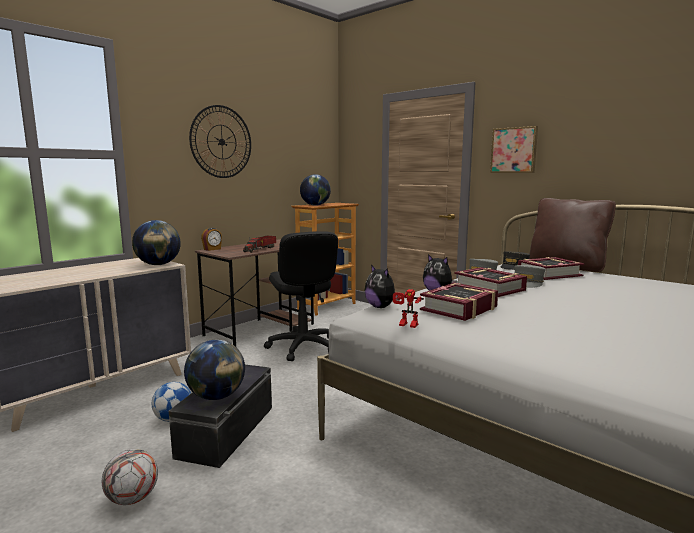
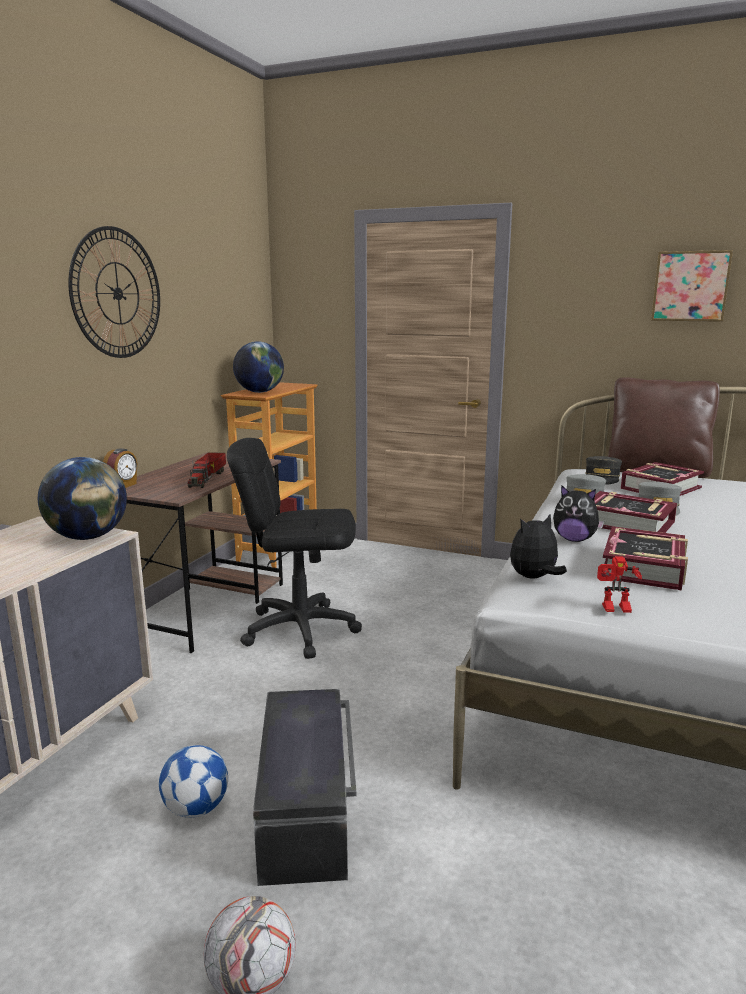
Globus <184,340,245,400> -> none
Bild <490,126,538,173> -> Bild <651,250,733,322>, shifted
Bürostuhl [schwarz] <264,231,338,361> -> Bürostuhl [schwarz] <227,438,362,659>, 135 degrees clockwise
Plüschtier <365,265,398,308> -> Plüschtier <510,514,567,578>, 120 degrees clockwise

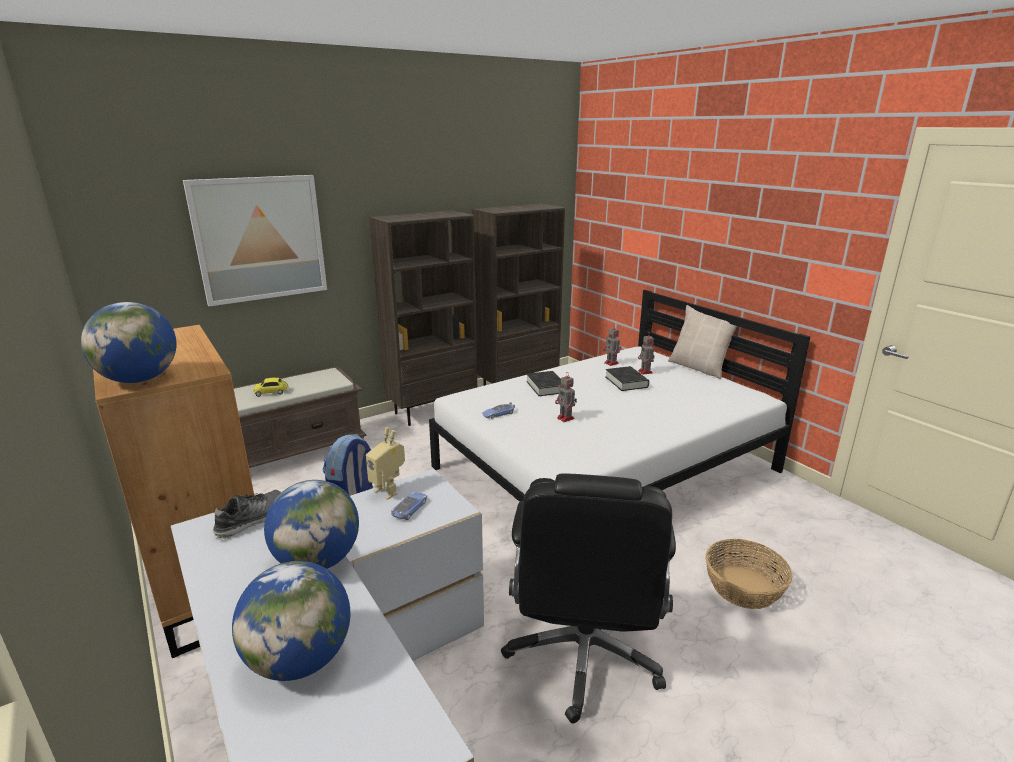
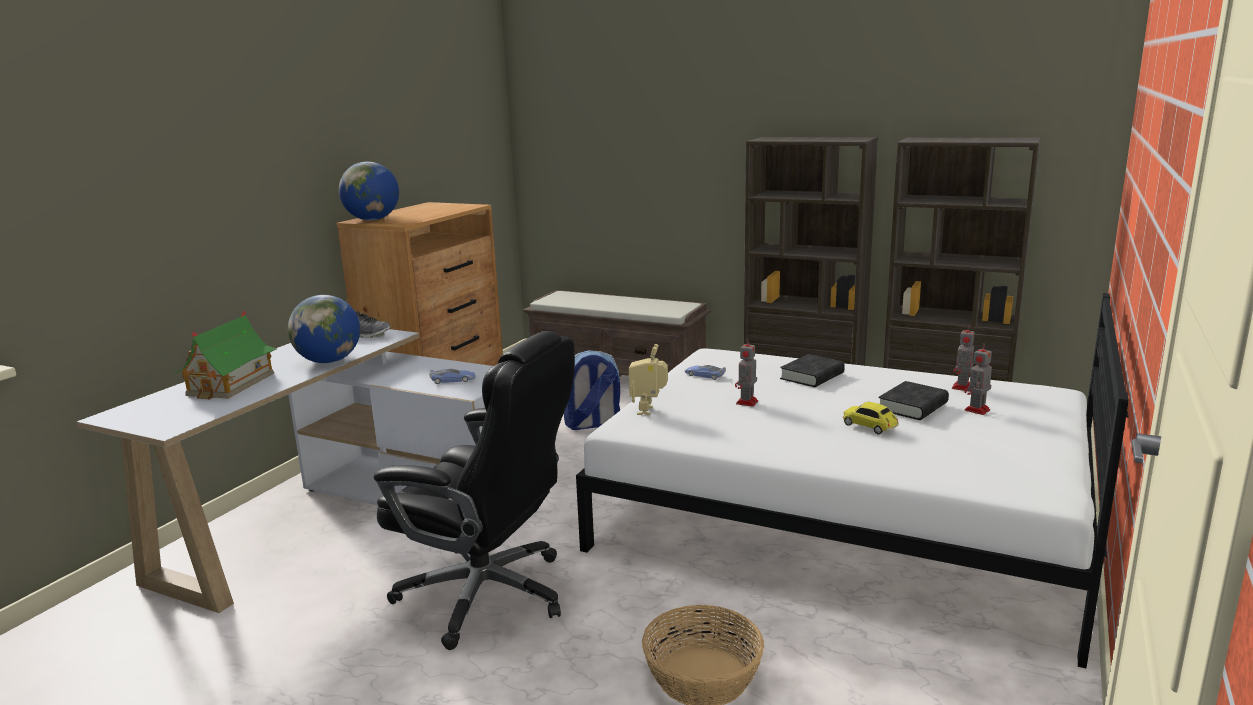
Bild <183,175,327,306> -> none
Kissen [beige] <668,305,737,379> -> none
Spielzeugauto <253,378,289,397> -> Spielzeugauto <843,402,899,434>, shifted
Spielzeugroboter <366,427,405,500> -> Spielzeugroboter <629,344,668,415>, shifted
Globus <232,561,350,681> -> Spielzeughaus <173,310,276,399>
Bürostuhl [schwarz] <501,473,676,723> -> Bürostuhl [schwarz] <374,331,575,650>, 135 degrees counterclockwise

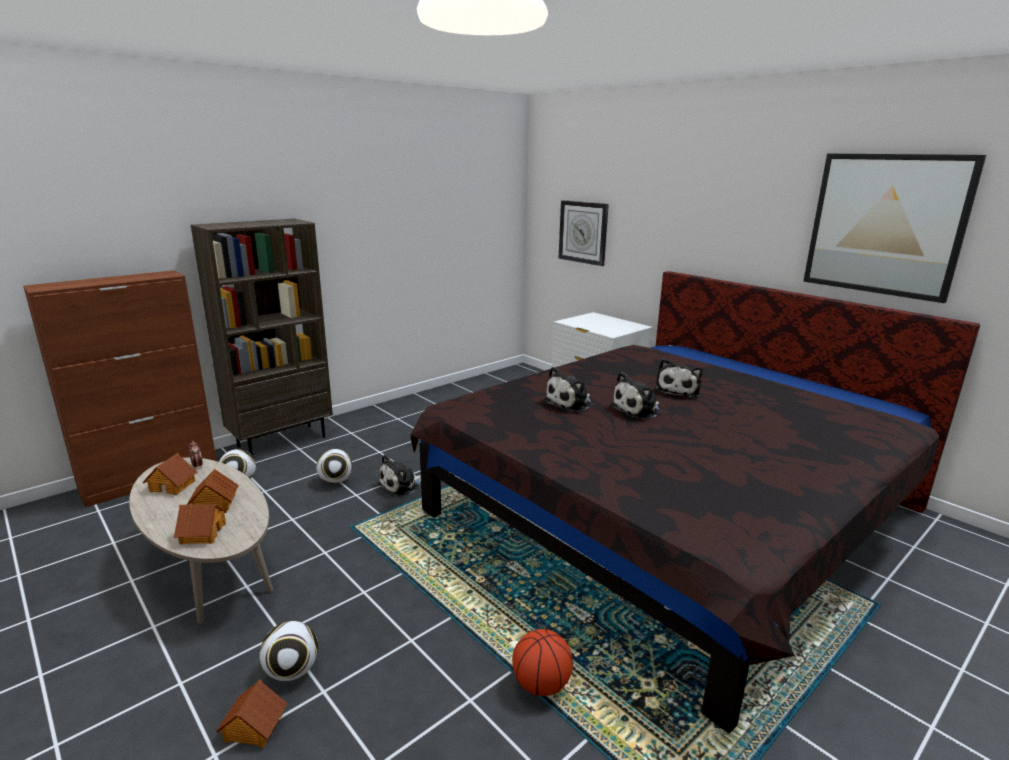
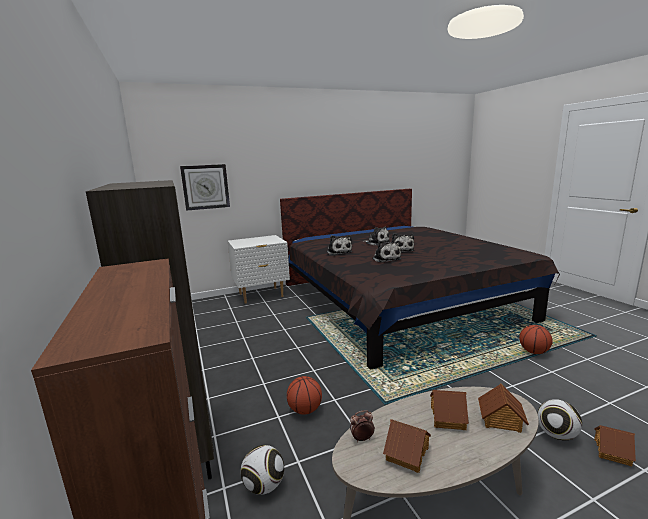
Bild <803,154,986,303> -> none
Plüschtier <377,455,421,496> -> Plüschtier <326,235,353,255>, shifted
Fußball <316,449,352,484> -> Basketball <287,376,322,415>

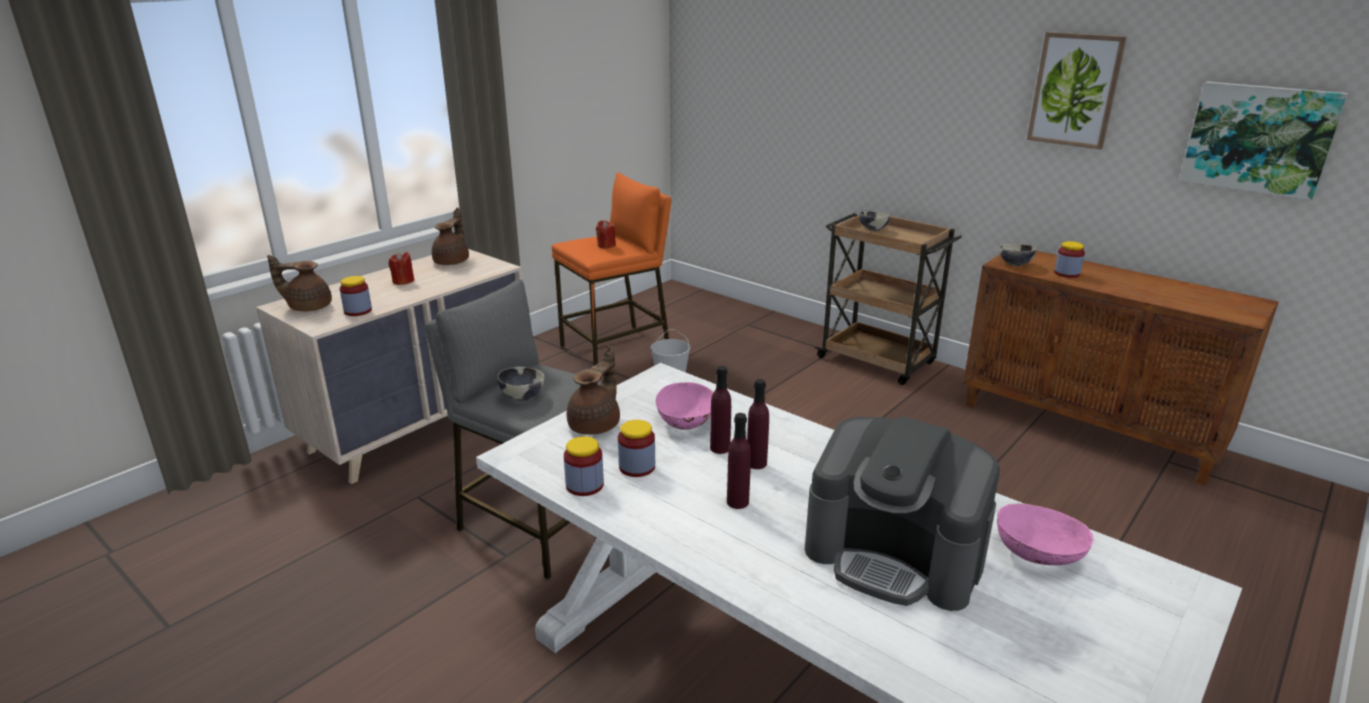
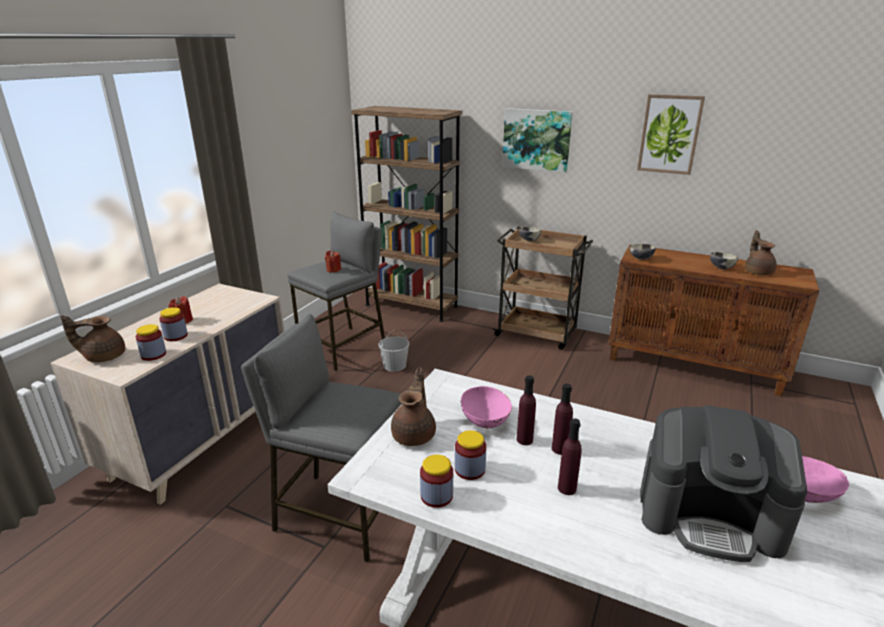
none -> Bücherregal [braun] <351,106,462,322>
Teekanne [braun] <432,208,469,265> -> Teekanne [braun] <745,230,777,275>, shifted
Schüssel <497,367,544,401> -> Schüssel <710,252,738,269>, shifted
Vorratsglas <1054,241,1085,278> -> Vorratsglas <159,307,188,341>, shifted
Bild <1179,81,1348,200> -> Bild <502,108,573,173>, shifted
Hocker [orange] <552,172,672,366> -> Hocker [grau] <288,211,385,371>

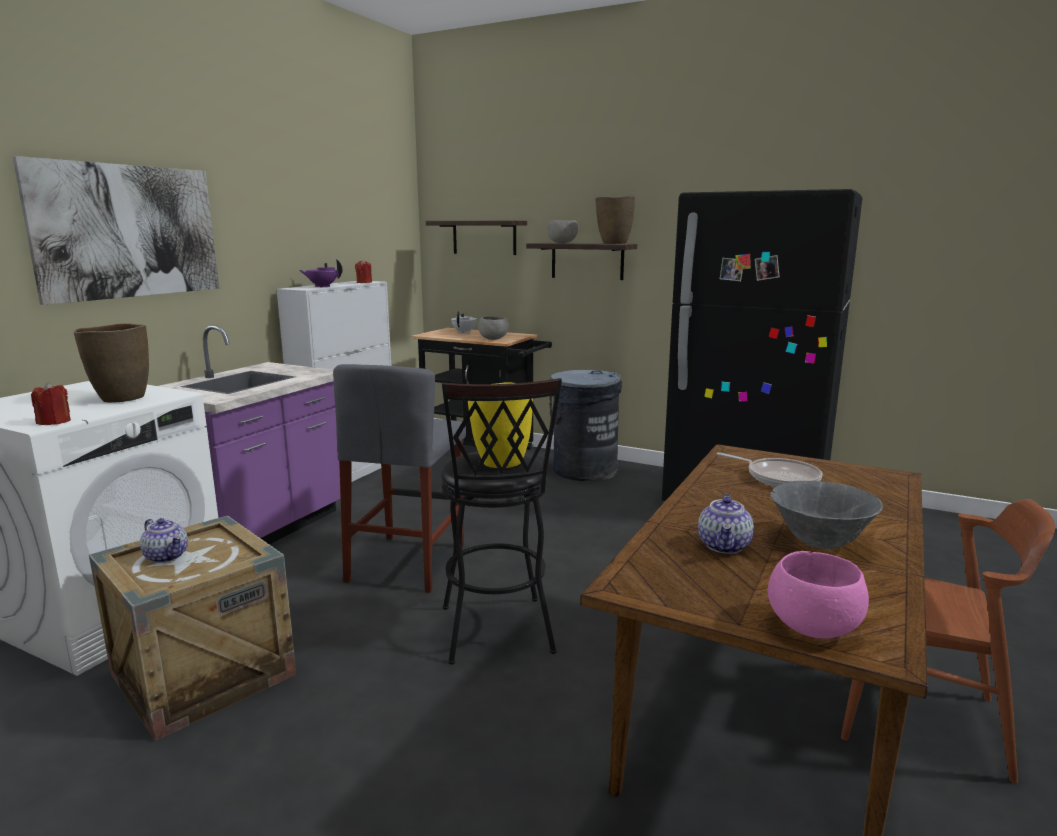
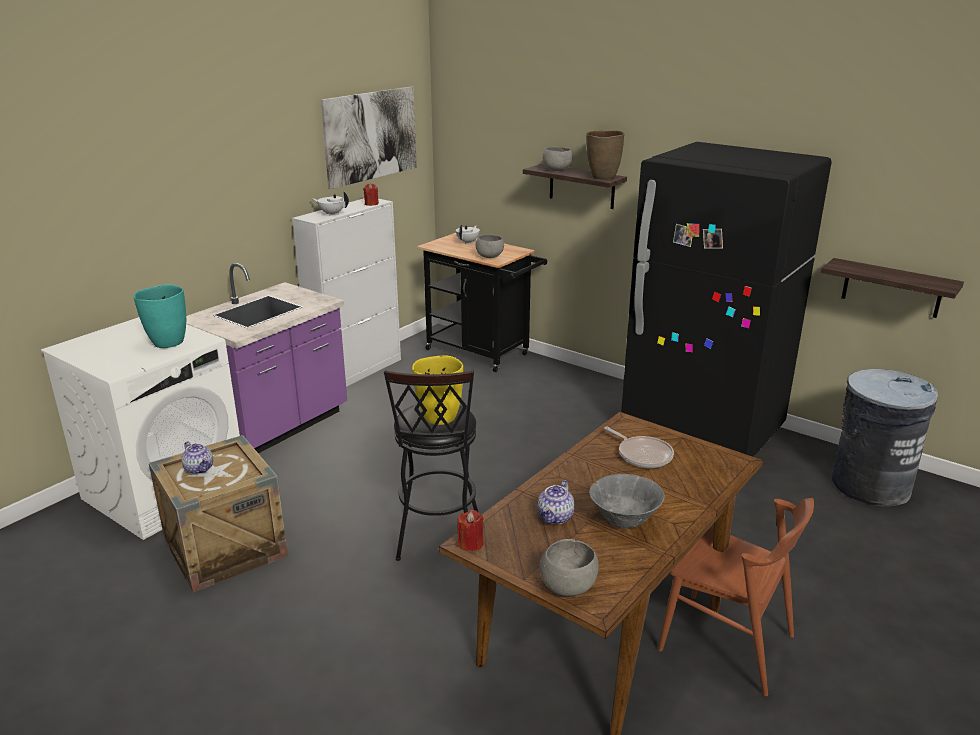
Hocker [grau] <333,364,466,593> -> none
Bild <12,156,219,305> -> Bild <321,86,417,189>, shifted
Kerze [rot] <31,382,71,425> -> Kerze [rot] <457,510,484,551>, shifted
Wandregal <426,221,527,255> -> Wandregal <821,258,964,318>, shifted
Mülleimer [grau] <549,370,622,481> -> Mülleimer [grau] <832,369,938,506>, shifted
Vase [braun] <74,323,149,403> -> Vase [türkis] <134,284,186,348>
Teekanne [lila] <299,259,343,287> -> Teekanne [weiß] <312,191,349,216>
Schüssel [rosa] <768,551,869,639> -> Schüssel [grau] <539,539,599,596>

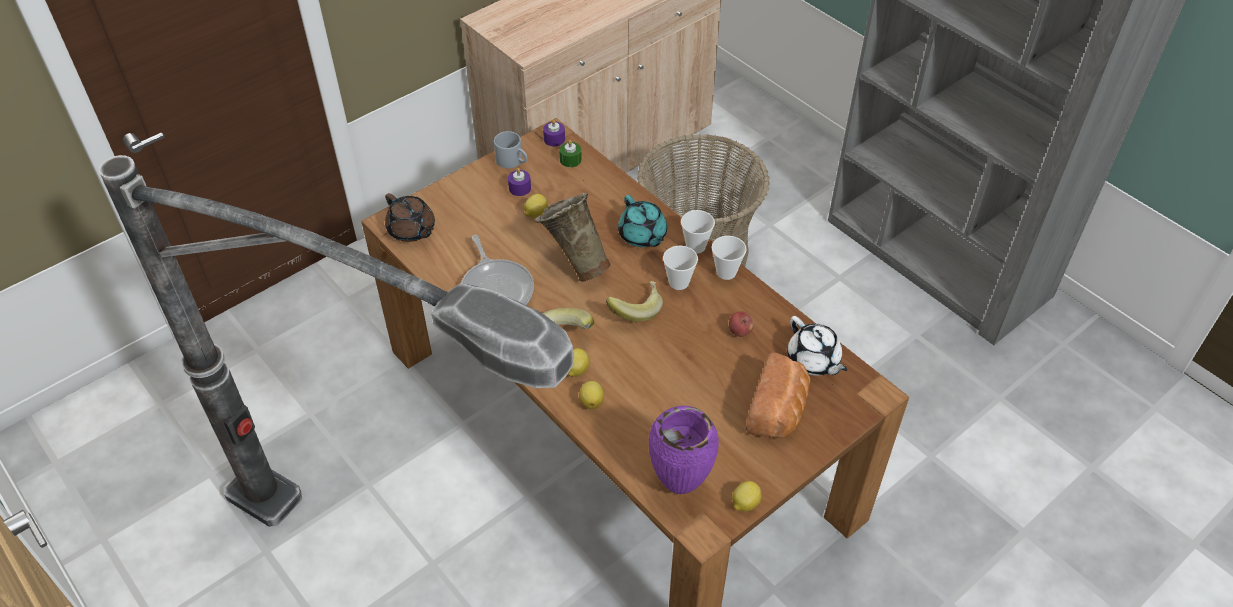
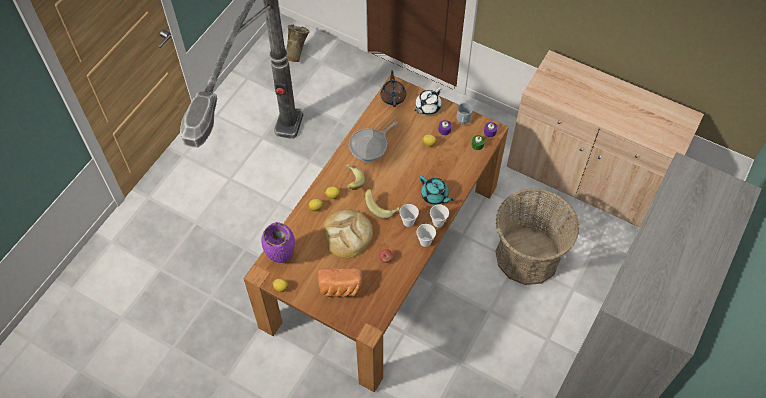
none -> Brot <323,209,373,258>
Vase [beige] <535,193,610,282> -> Vase [beige] <286,24,310,62>, shifted
Teekanne [weiß] <787,316,847,376> -> Teekanne [weiß] <415,87,442,115>, shifted
Teekanne [braun] <385,193,435,242> -> Teekanne [braun] <381,70,406,107>, 150 degrees clockwise
Teekanne [türkis] <618,195,667,247> -> Teekanne [türkis] <419,176,454,205>, 90 degrees counterclockwise

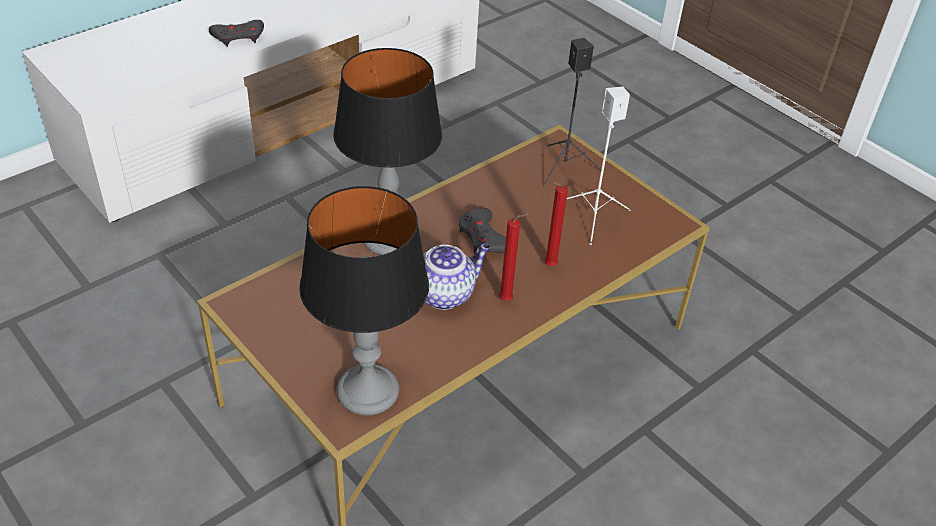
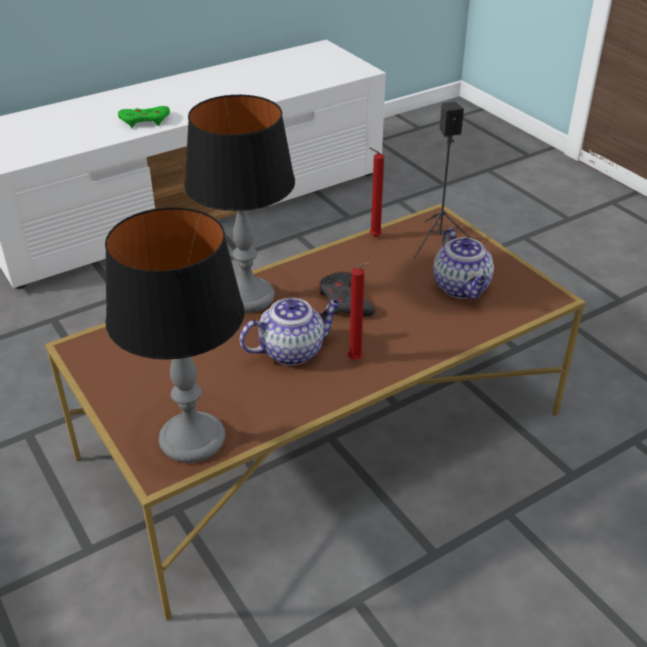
Kerze [rot] <544,182,568,266> -> Kerze [rot] <369,147,384,237>, shifted
Lautsprecher [weiß] <567,87,631,245> -> Teekanne <433,228,494,299>
Gamepad [grau] <209,20,264,47> -> Gamepad [grün] <118,106,170,128>

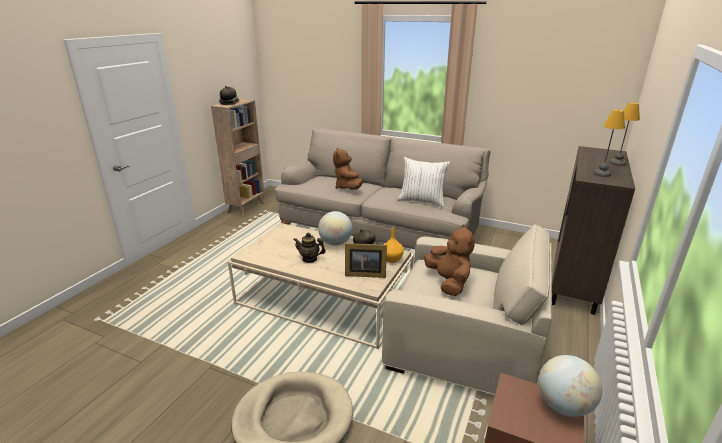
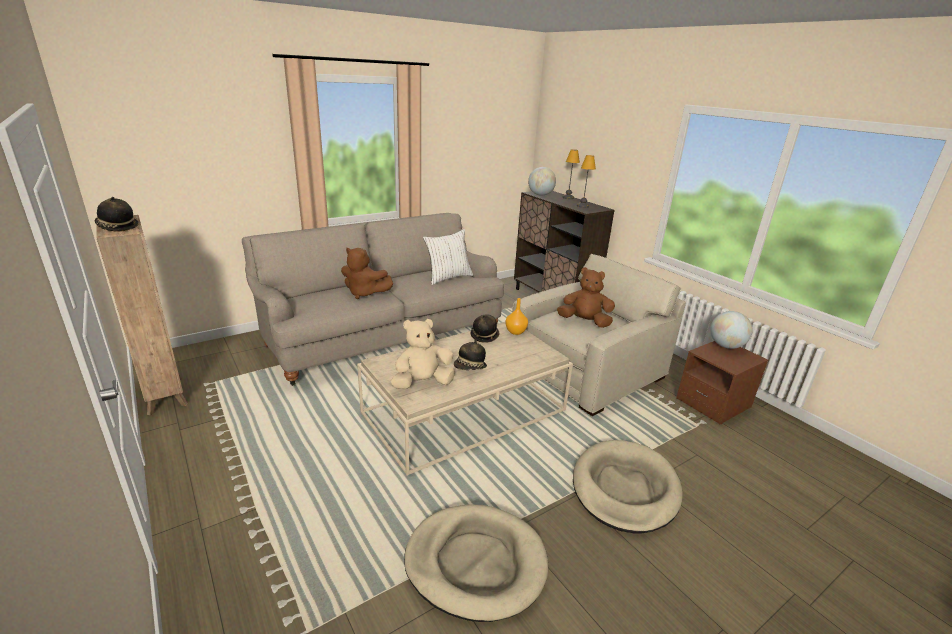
Bilderrahmen <345,243,387,278> -> none
none -> Plüschtier [beige] <391,319,455,389>
none -> Hundebett [beige] <404,505,548,622>
Globus <318,211,352,246> -> Globus <528,167,556,196>, shifted
Teekanne <293,233,326,263> -> Hut <454,340,487,370>

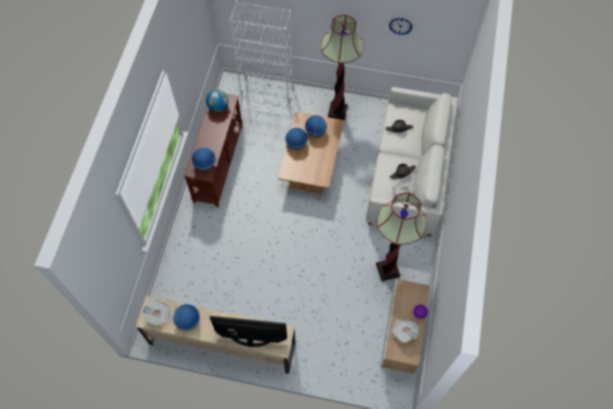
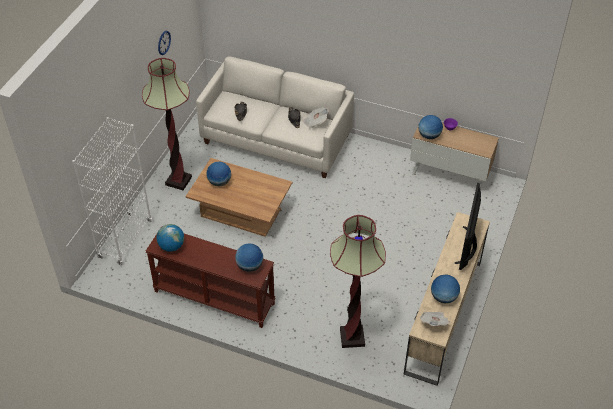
Zeitung <391,319,419,343> -> none
Globus <285,128,307,150> -> Globus <418,115,443,139>, shifted
Stehlampe <376,193,427,281> -> Stehlampe <330,215,386,348>, shifted

